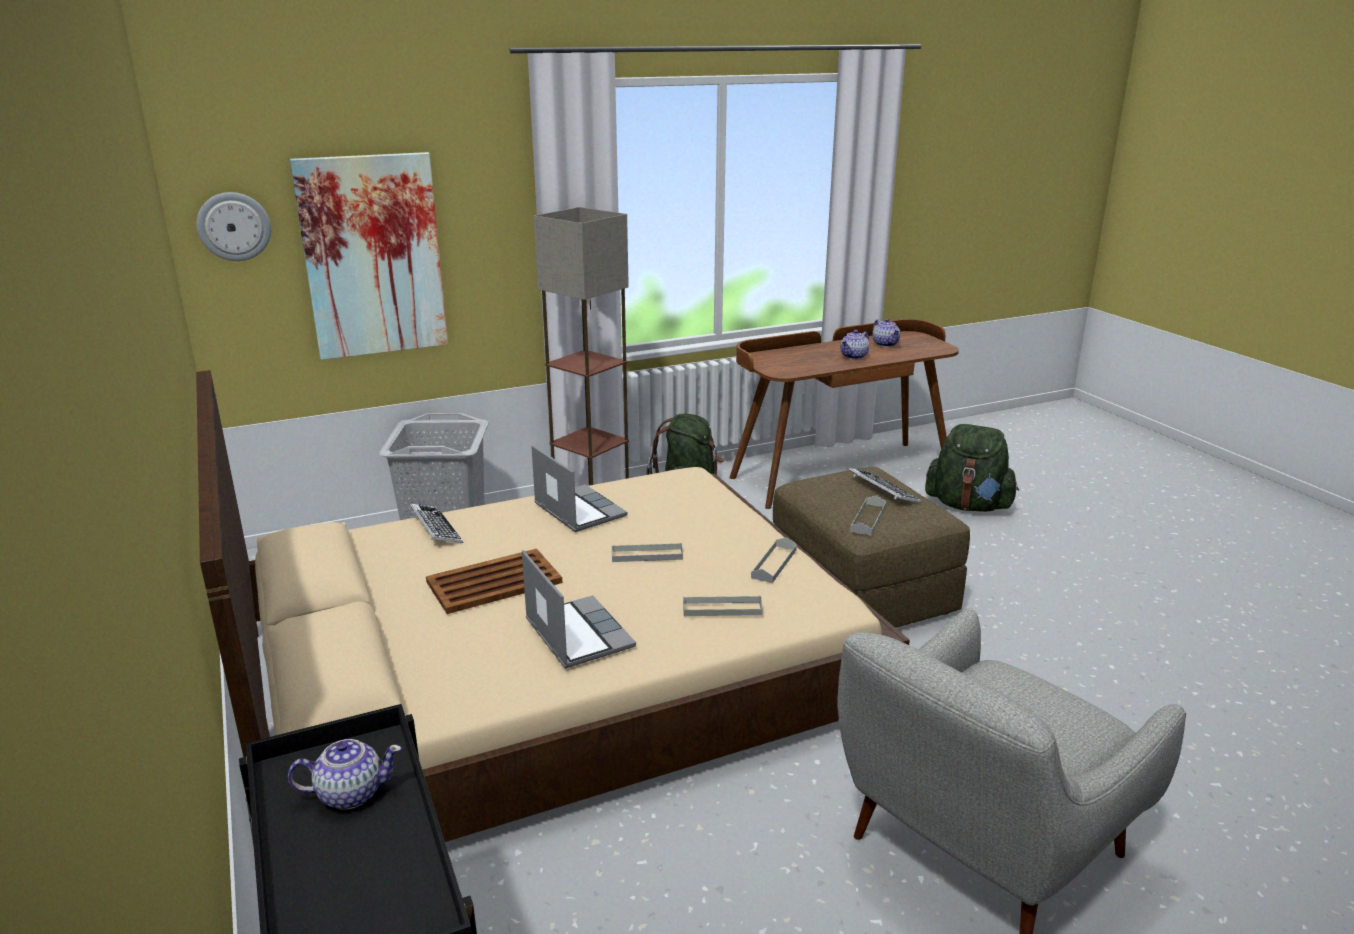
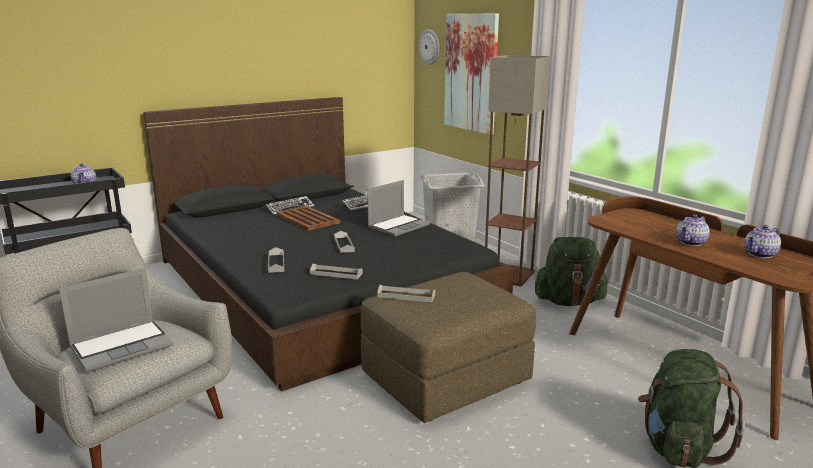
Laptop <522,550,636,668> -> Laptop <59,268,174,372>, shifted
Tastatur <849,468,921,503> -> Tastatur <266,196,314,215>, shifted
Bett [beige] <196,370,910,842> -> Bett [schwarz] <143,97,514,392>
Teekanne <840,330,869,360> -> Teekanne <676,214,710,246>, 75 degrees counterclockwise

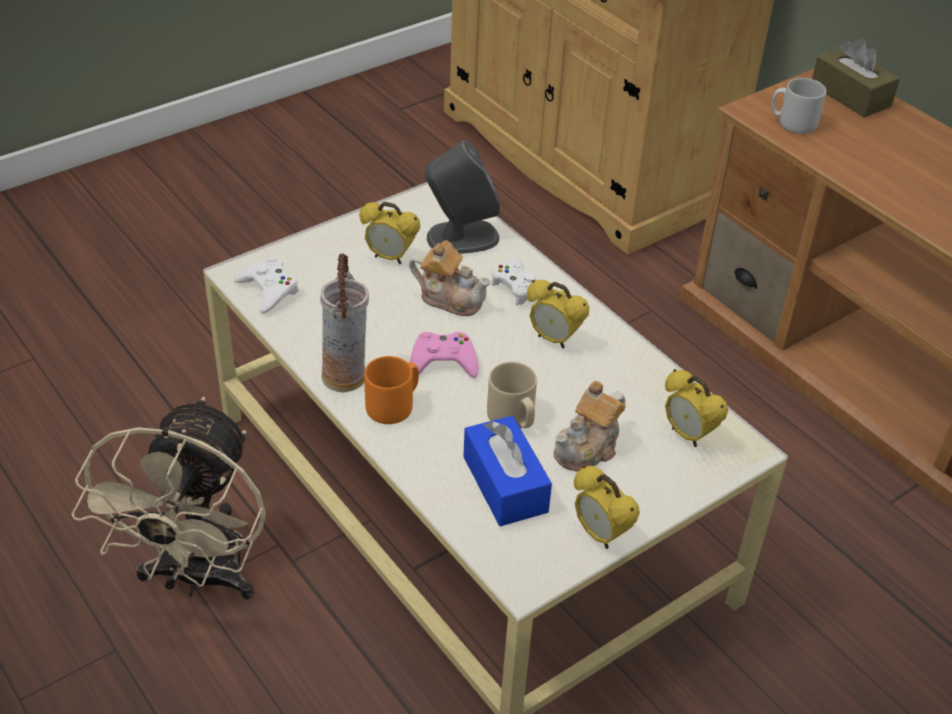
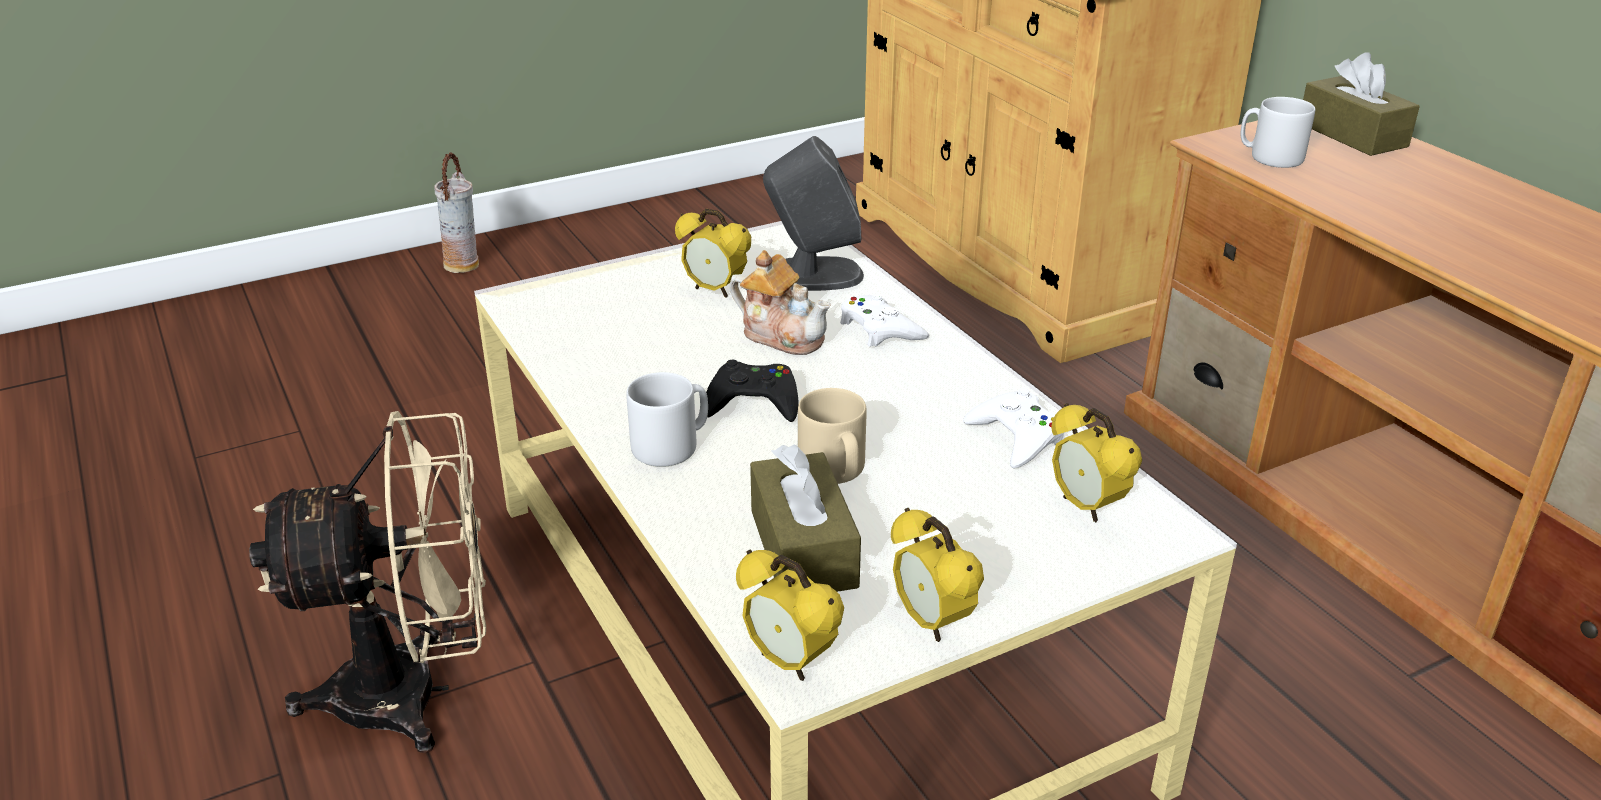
Teekanne <553,381,626,472> -> none
Gamepad [weiß] <234,257,299,314> -> Gamepad [weiß] <963,388,1064,468>, shifted
Vase <320,254,369,392> -> Vase <434,152,479,273>, shifted
Wecker <527,280,589,349> -> Wecker <736,549,844,681>, shifted
Henkelbecher [orange] <364,356,419,424> -> Henkelbecher [grau] <626,372,708,467>
Gamepad [rosa] <410,332,479,378> -> Gamepad [schwarz] <706,360,799,422>
Taschentuchbox [blau] <463,416,552,526> -> Taschentuchbox [braun] <750,444,861,592>
Ventilator [beige] <71,397,266,600> -> Ventilator [beige] <249,411,486,753>, 120 degrees counterclockwise

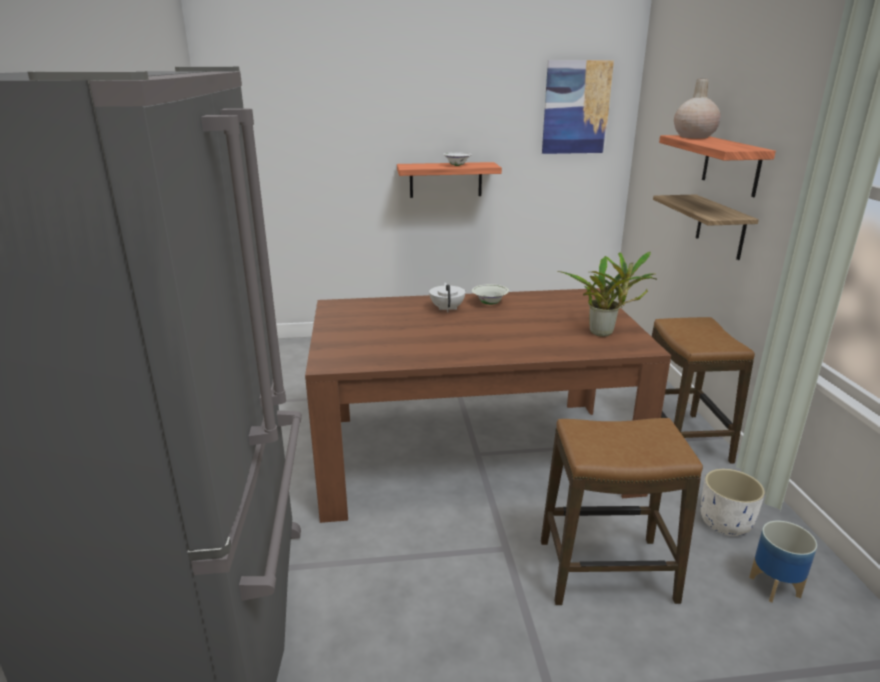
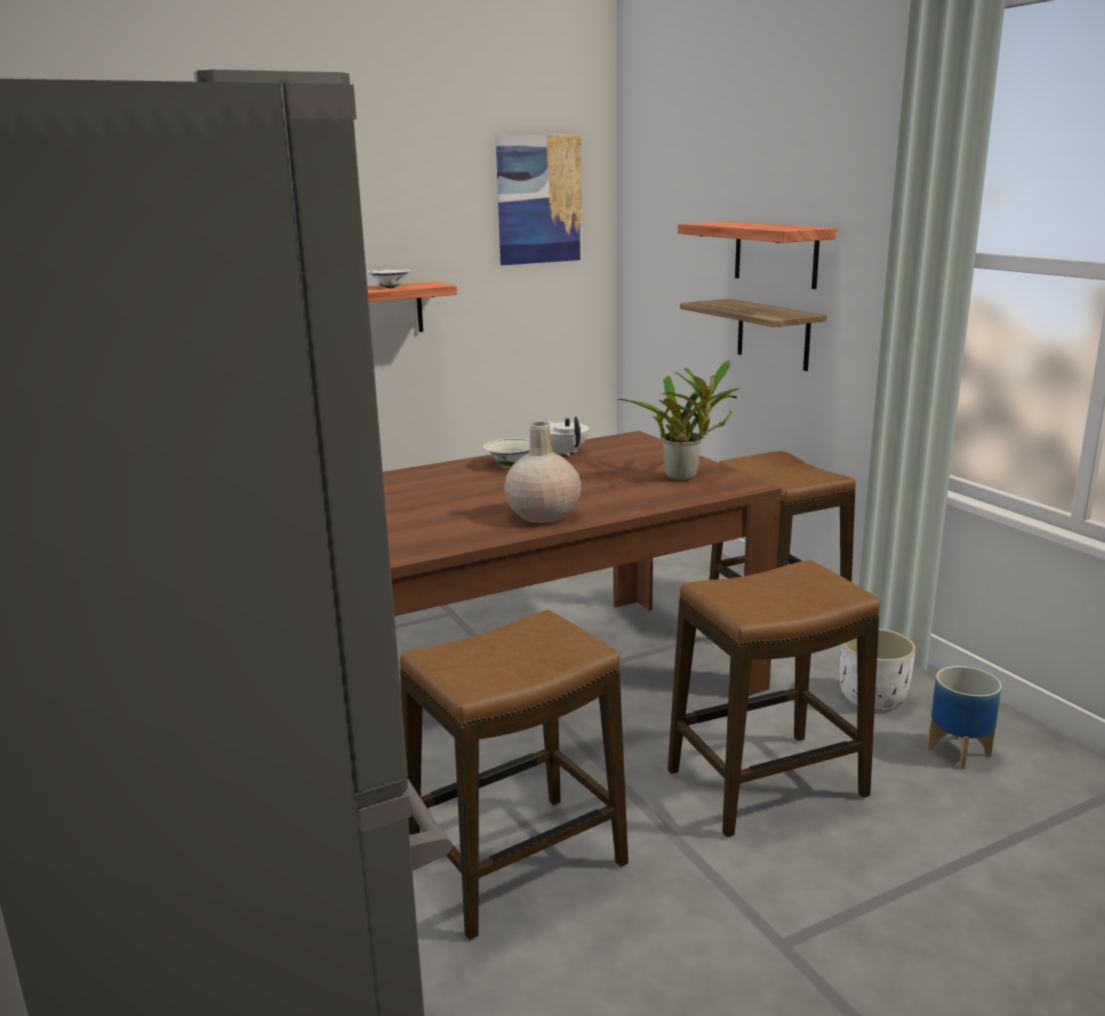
none -> Hocker <400,610,628,940>
Teekanne [weiß] <429,282,466,312> -> Teekanne [weiß] <548,417,589,456>, shifted
Vase [beige] <674,79,721,139> -> Vase [beige] <504,422,581,523>, shifted

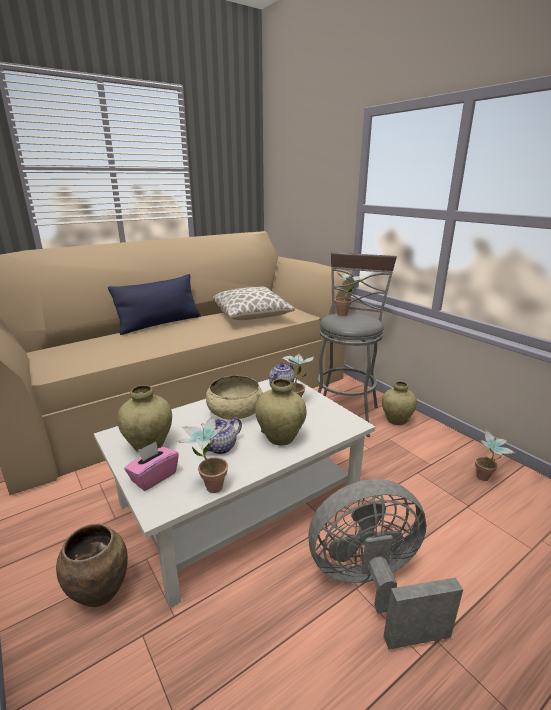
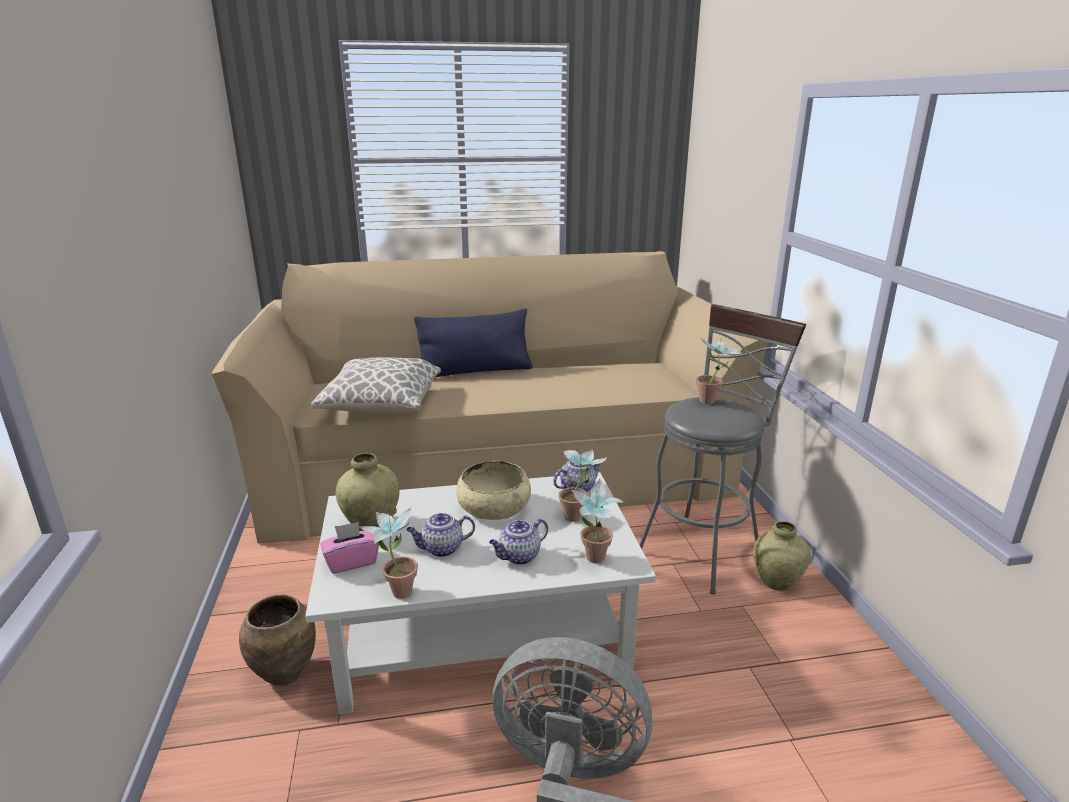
Kissen <213,287,295,320> -> Kissen <311,357,441,412>, shifted
Topfpflanze <475,430,516,481> -> Topfpflanze <571,479,625,564>, shifted
Vase [beige] <255,379,307,446> -> Teekanne <489,519,548,565>

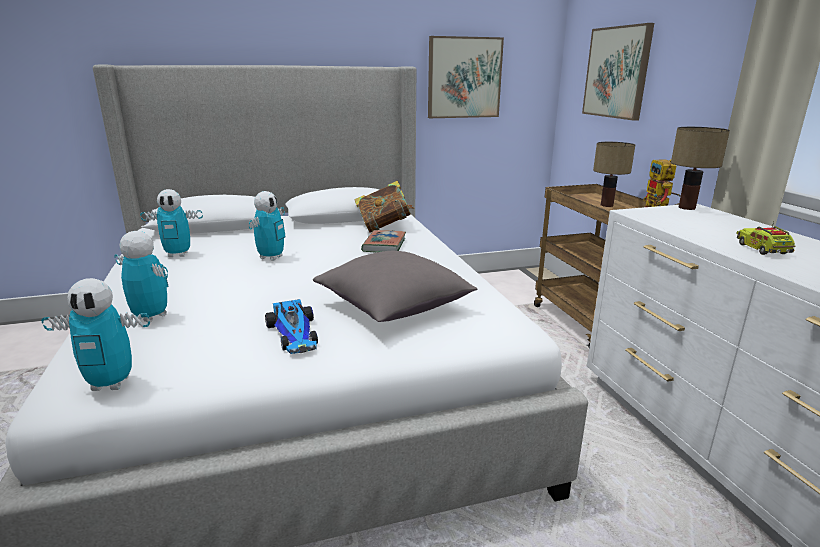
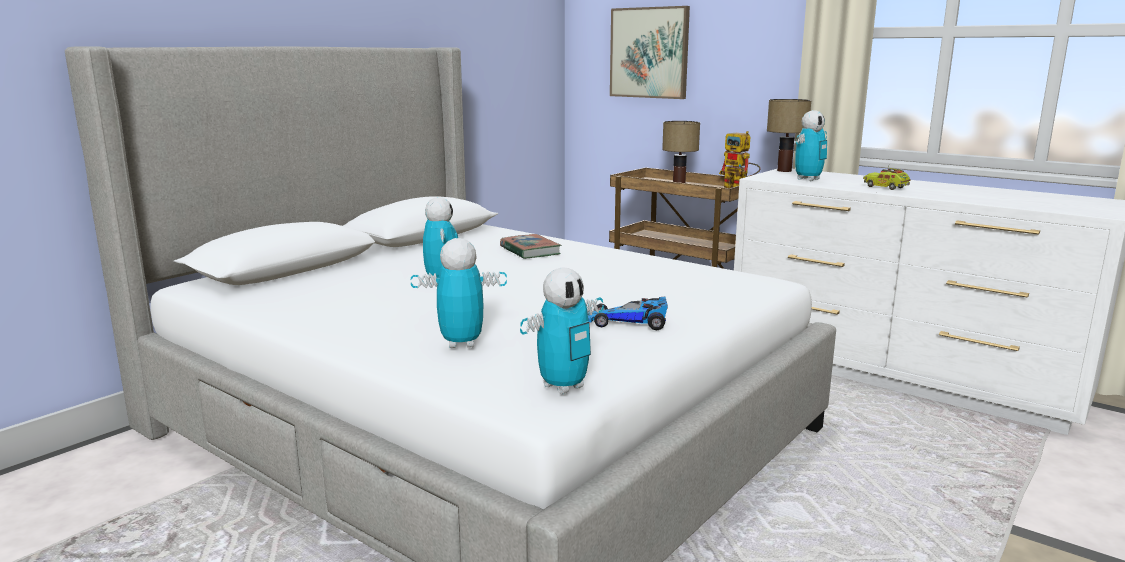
Kissen [grau] <313,251,478,322> -> none
Buch <354,181,414,233> -> none
Bild <428,36,504,118> -> none
Spielzeugroboter <140,189,203,257> -> Spielzeugroboter <795,110,827,181>, shifted
Spielzeugauto <265,299,318,354> -> Spielzeugauto <588,297,668,330>, 150 degrees clockwise

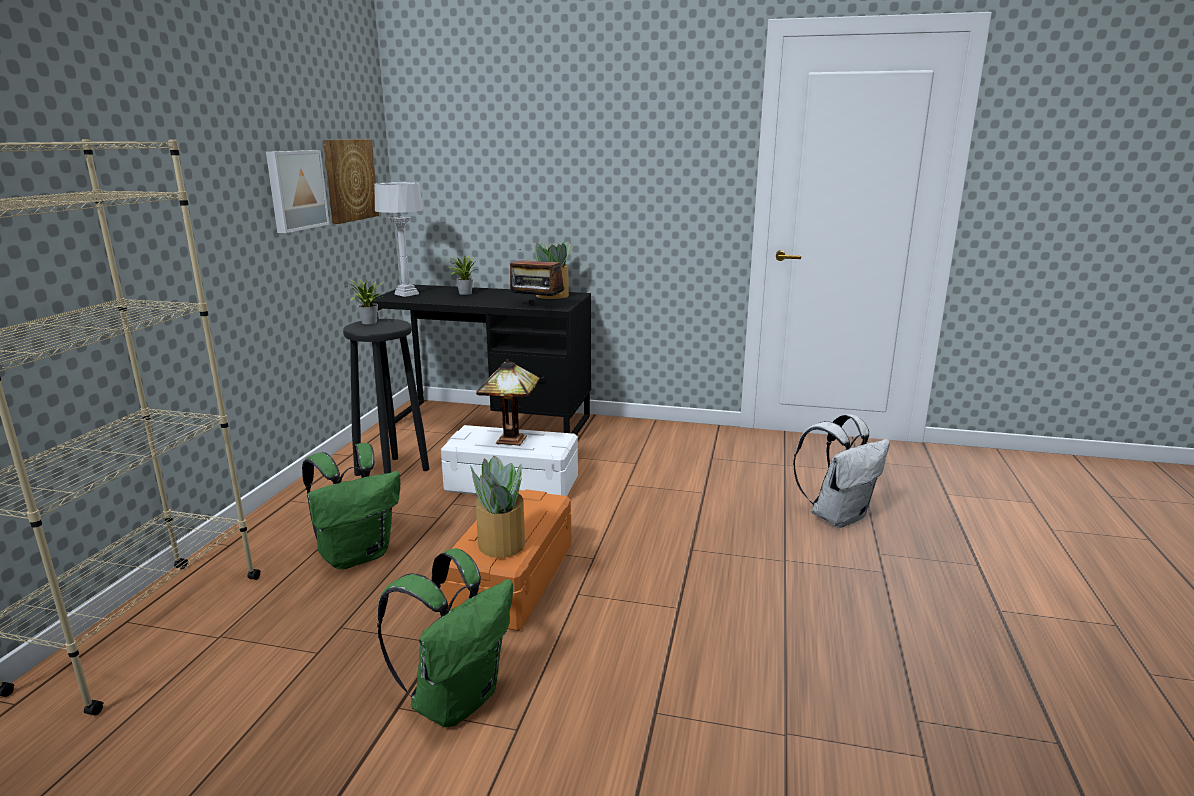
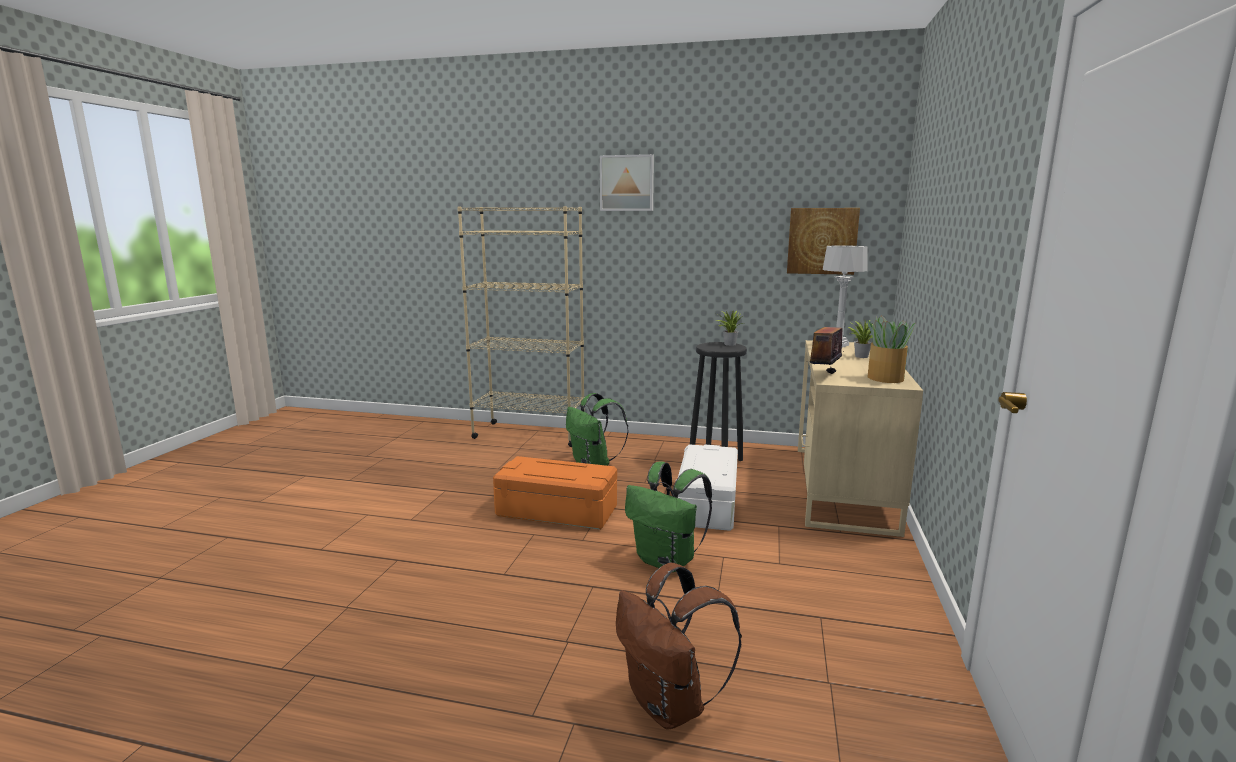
Topfpflanze <470,456,525,558> -> none
Tischlampe <476,359,540,446> -> none
Bild <266,150,329,233> -> Bild <600,154,654,211>, shifted
Rucksack [grün] <377,548,513,727> -> Rucksack [grün] <625,461,712,572>, shifted
Schreibtisch [schwarz] <372,284,591,436> -> Schreibtisch [beige] <798,340,923,537>
Rucksack [weiß] <793,414,890,528> -> Rucksack [braun] <616,563,742,730>

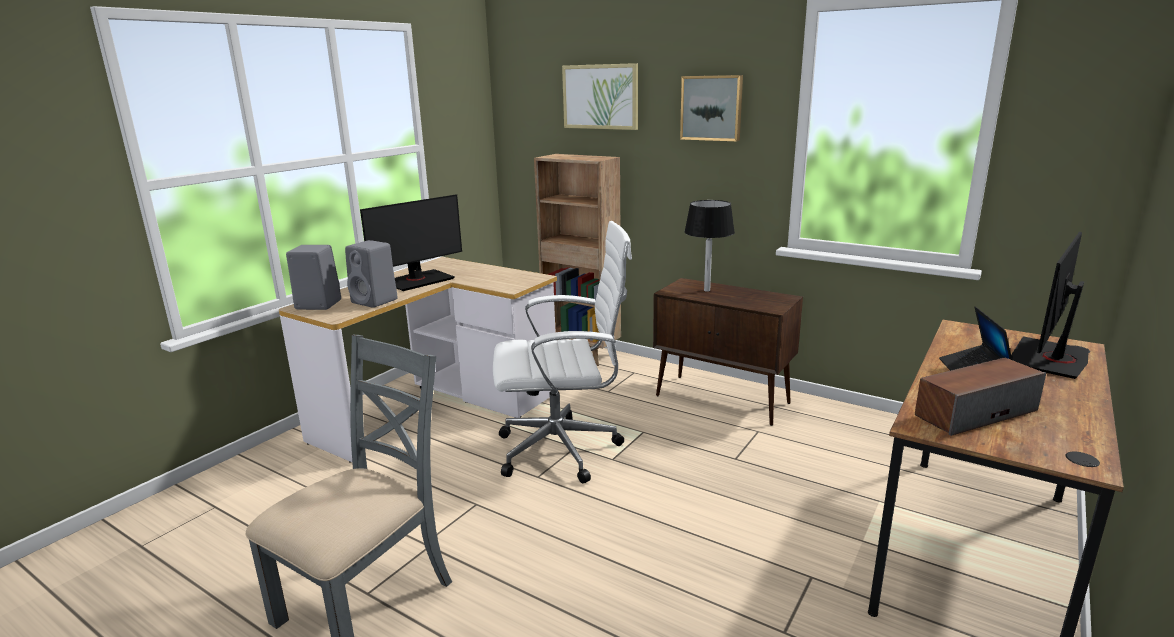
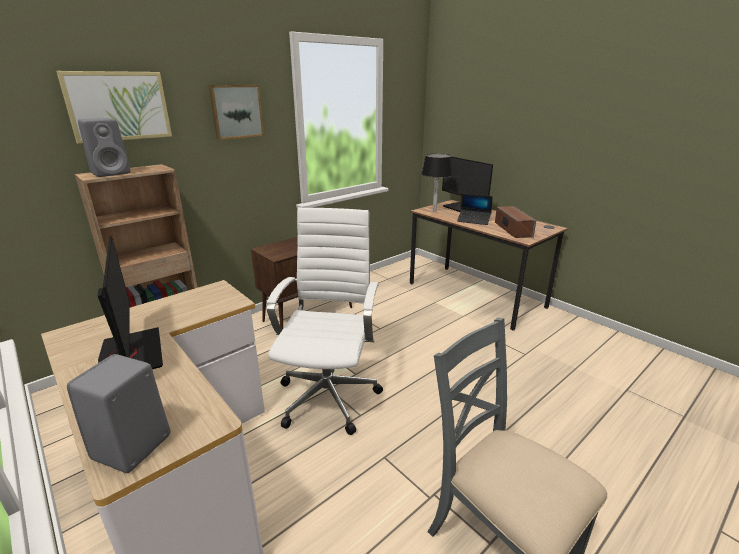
Lautsprecher [grau] <345,240,398,308> -> Lautsprecher [grau] <78,118,131,177>, shifted
Tischlampe [schwarz] <684,200,735,292> -> Tischlampe [schwarz] <421,154,453,212>, shifted

